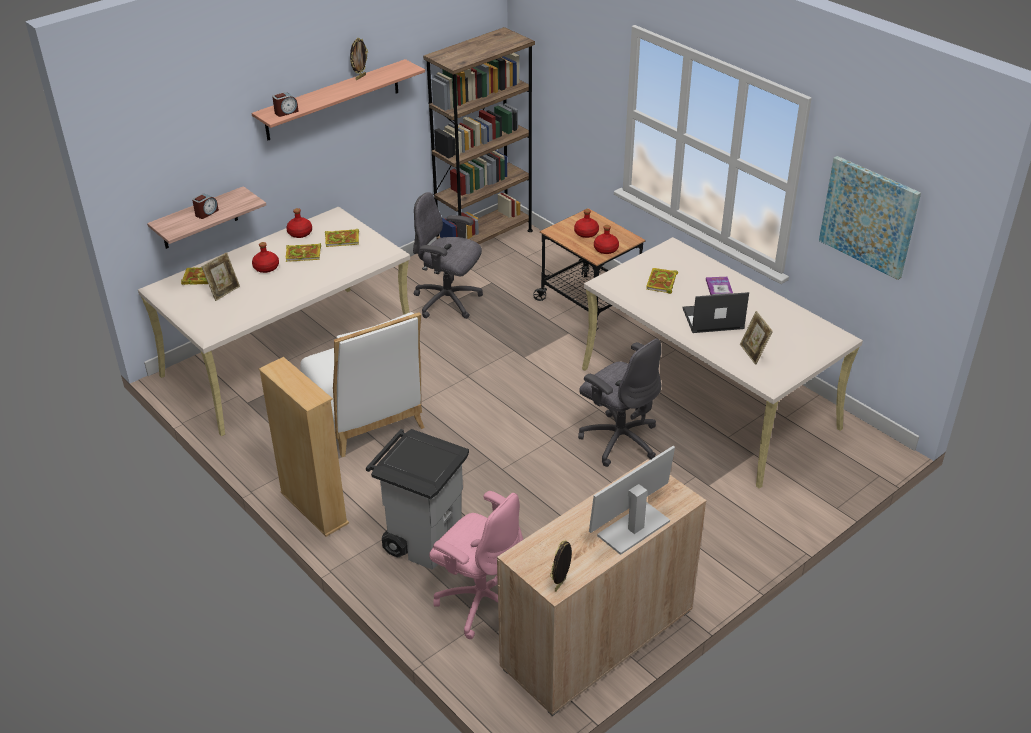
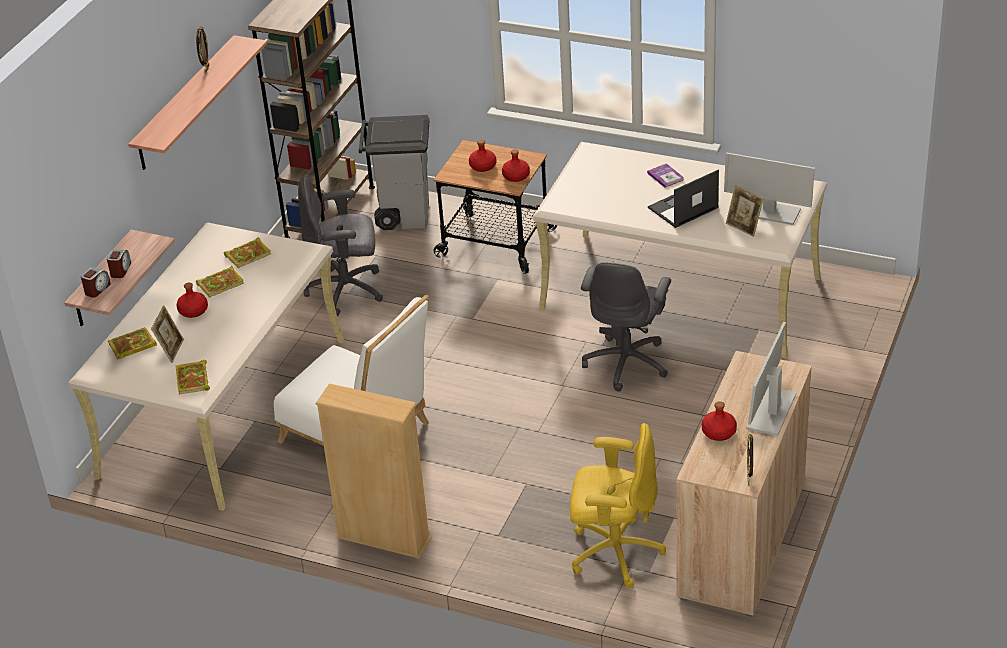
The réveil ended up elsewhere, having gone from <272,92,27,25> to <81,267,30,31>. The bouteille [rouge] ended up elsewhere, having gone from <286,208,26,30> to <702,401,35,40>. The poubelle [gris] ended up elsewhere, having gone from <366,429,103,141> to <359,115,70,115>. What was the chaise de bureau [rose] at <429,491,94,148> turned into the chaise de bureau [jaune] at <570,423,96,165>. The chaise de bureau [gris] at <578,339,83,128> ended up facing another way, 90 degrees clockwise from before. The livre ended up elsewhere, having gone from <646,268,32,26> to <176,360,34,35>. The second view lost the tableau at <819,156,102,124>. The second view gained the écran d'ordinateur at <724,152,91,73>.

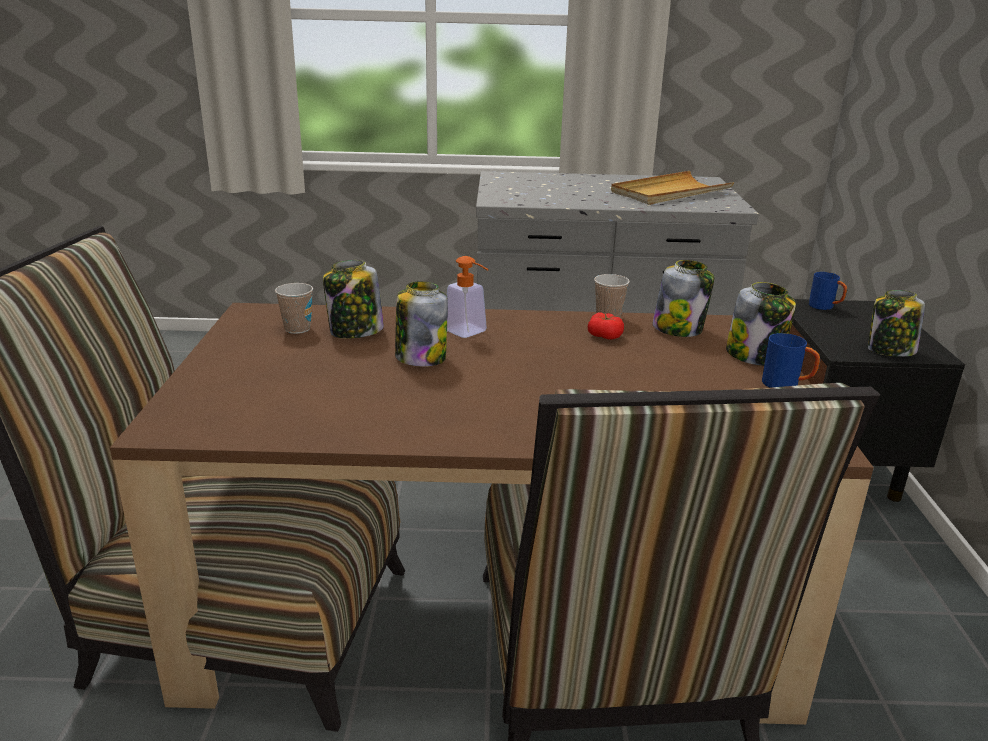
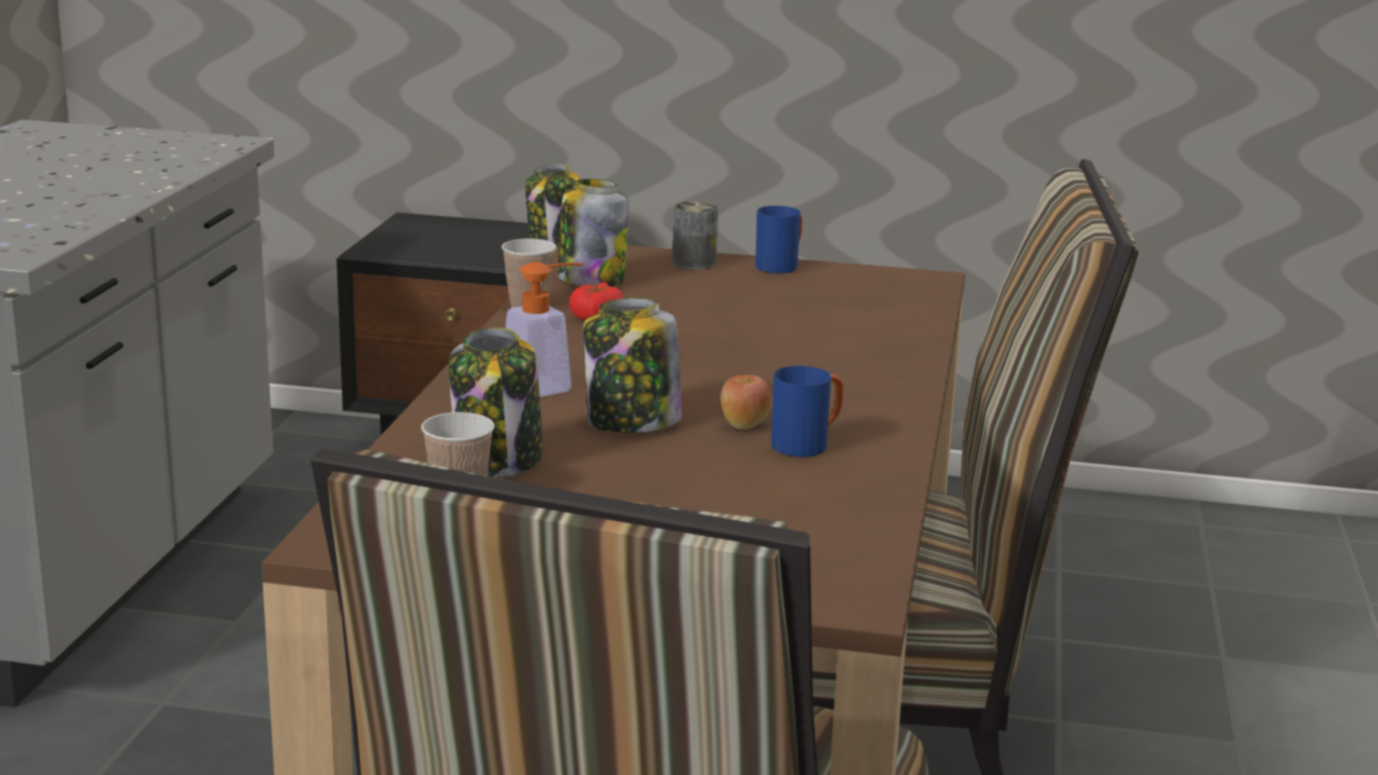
The second view lost the plateau [beige] at <611,171,123,34>. Where the bocal stood at <726,282,70,84>, the boîte métallique came to stand at <672,201,46,69>. The mug [bleu] ended up elsewhere, having gone from <809,272,38,38> to <771,366,72,91>. The second view gained the pomme at <721,375,50,55>.

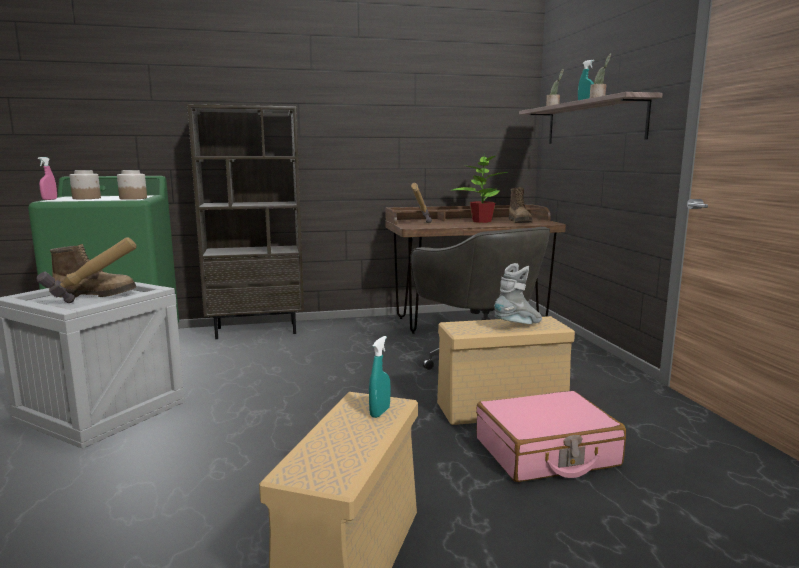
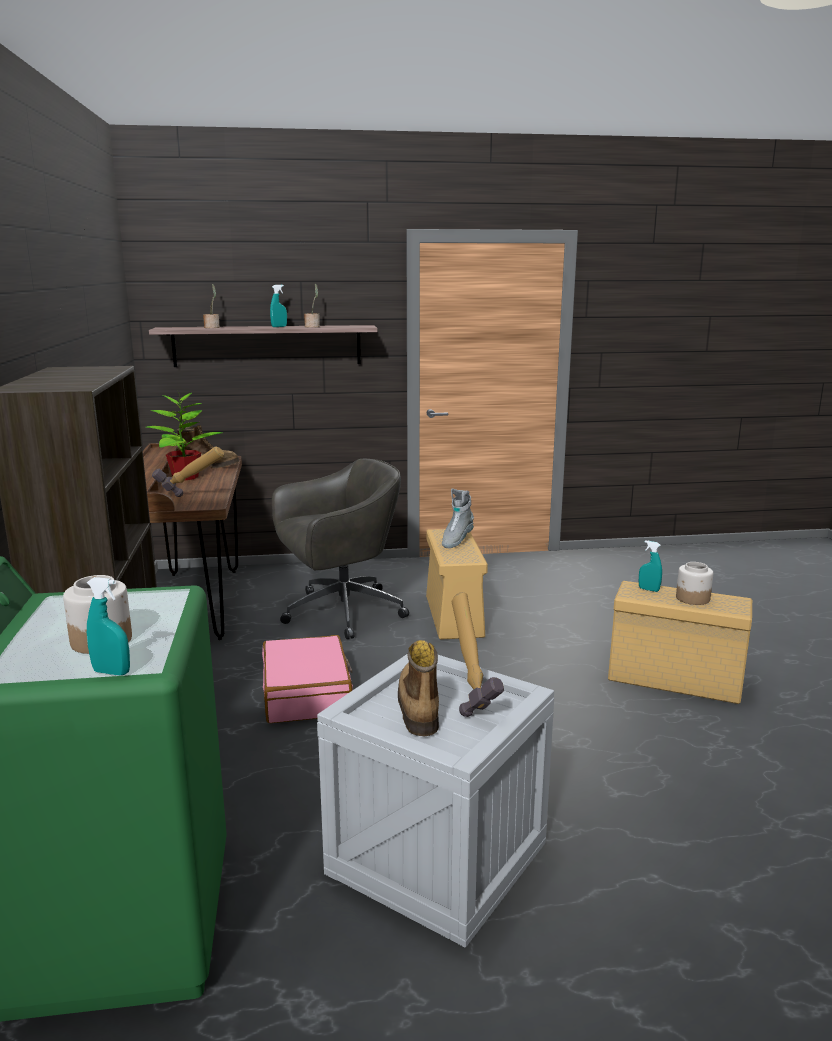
What was the vaporisateur [rose] at <38,157,19,43> turned into the vaporisateur [turquoise] at <87,577,43,99>. The bocal ended up elsewhere, having gone from <117,170,30,30> to <676,562,37,43>. The valise [rose] ended up elsewhere, having gone from <476,391,150,91> to <262,635,91,88>. The botte [gris] at <494,263,48,61> ended up facing another way, 120 degrees counterclockwise from before.

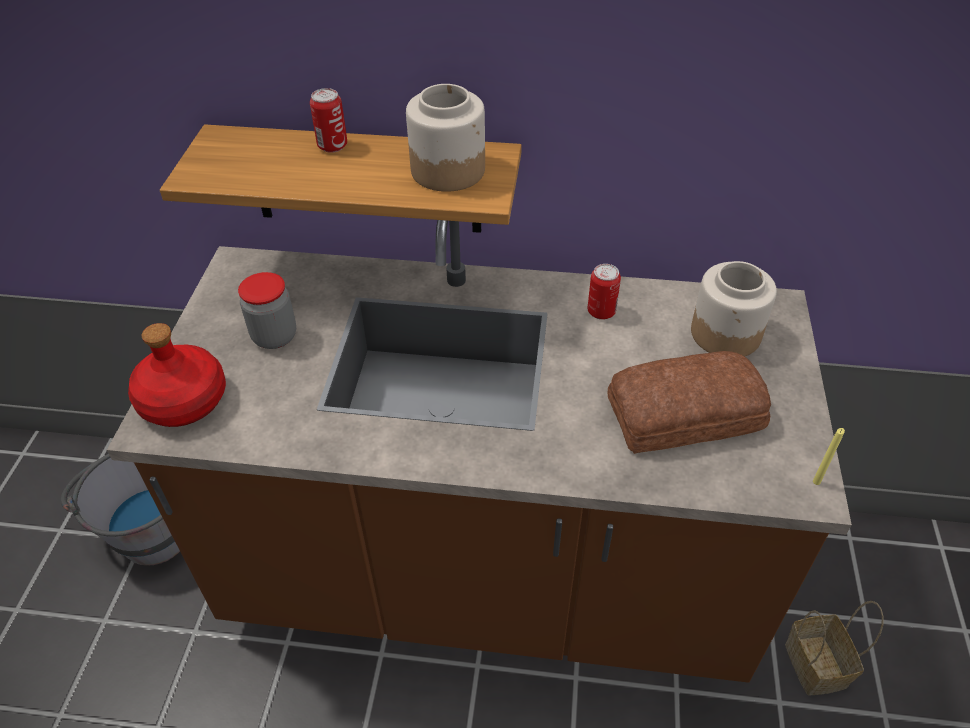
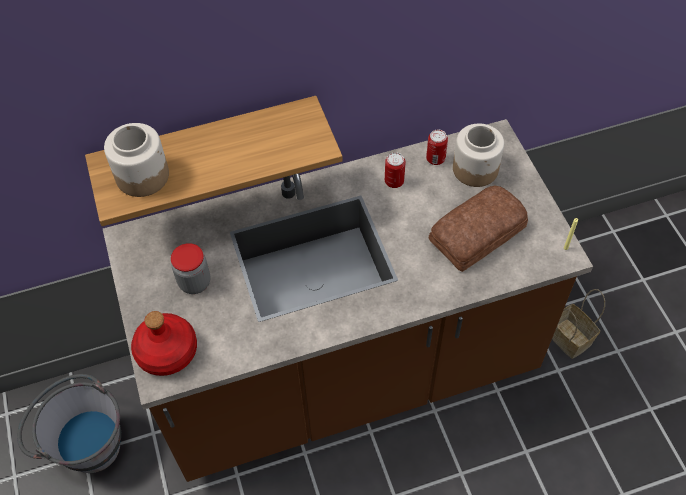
The boîte métallique ended up elsewhere, having gone from <310,88,37,65> to <426,130,22,35>. The bocal ended up elsewhere, having gone from <406,84,79,108> to <104,123,65,74>.

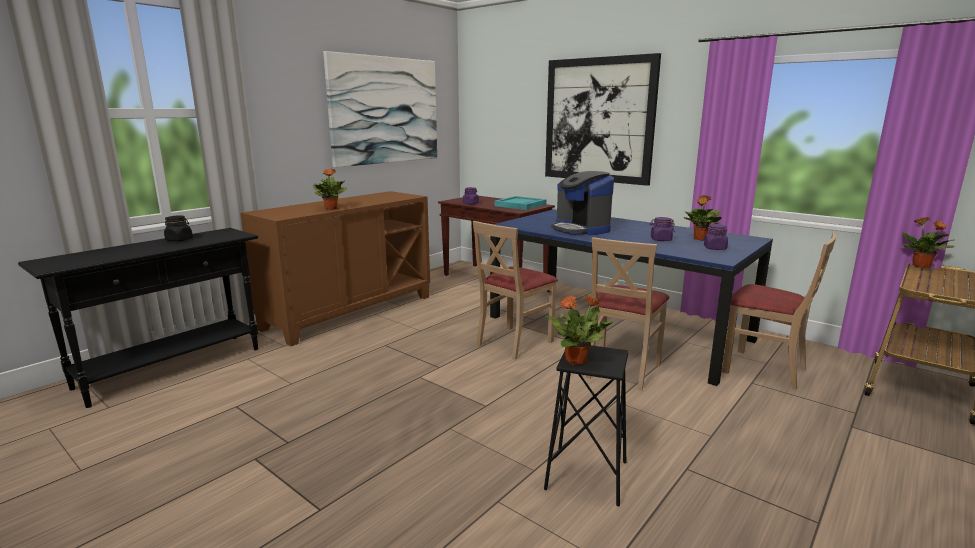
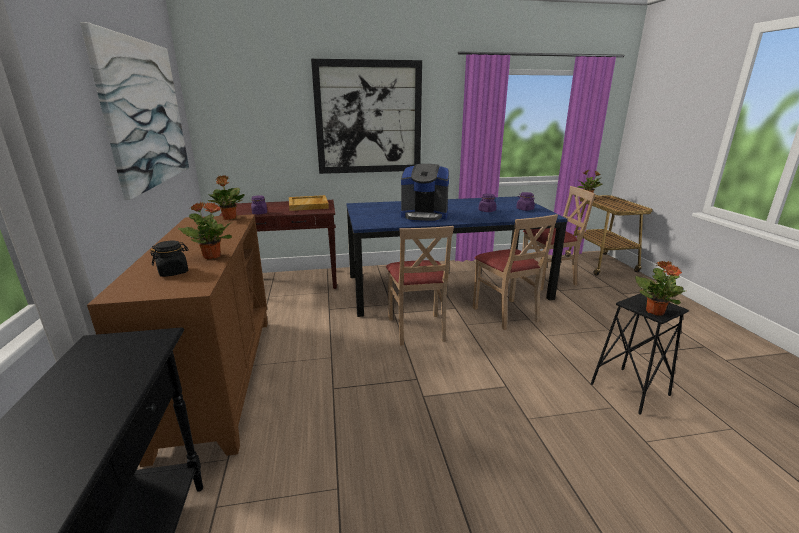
The bocal [noir] ended up elsewhere, having gone from <164,215,29,26> to <150,241,39,36>. What was the plateau [turquoise] at <494,196,53,14> turned into the plateau [beige] at <289,195,40,16>. The plante en pot ended up elsewhere, having gone from <684,195,38,46> to <208,175,37,45>.

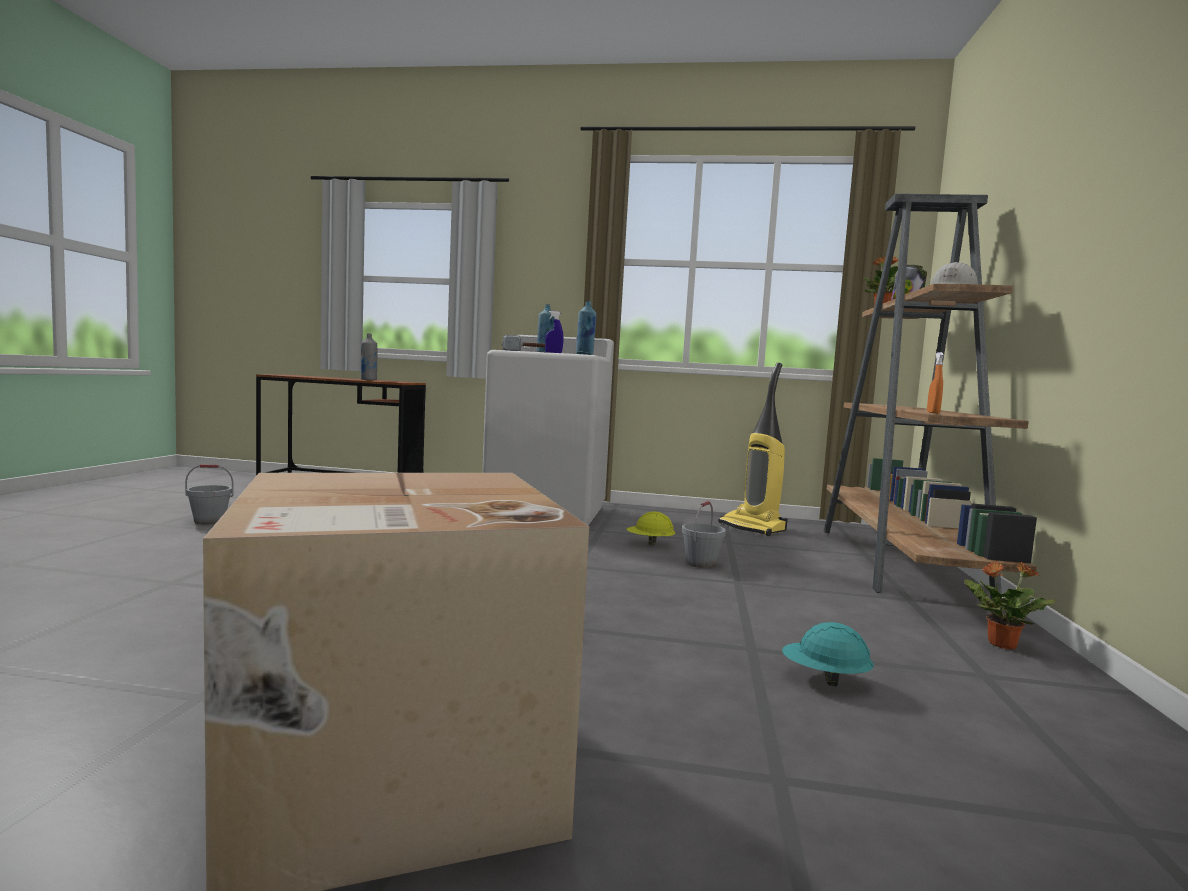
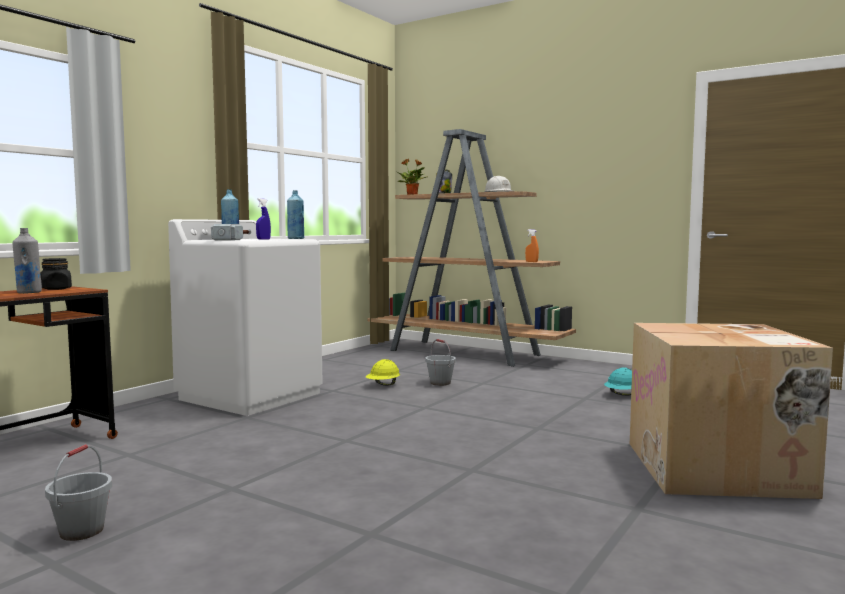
The second view lost the aspirateur at <718,363,70,173>. The second view lost the plante en pot at <964,562,92,88>. The second view gained the bocal [noir] at <40,258,32,32>.

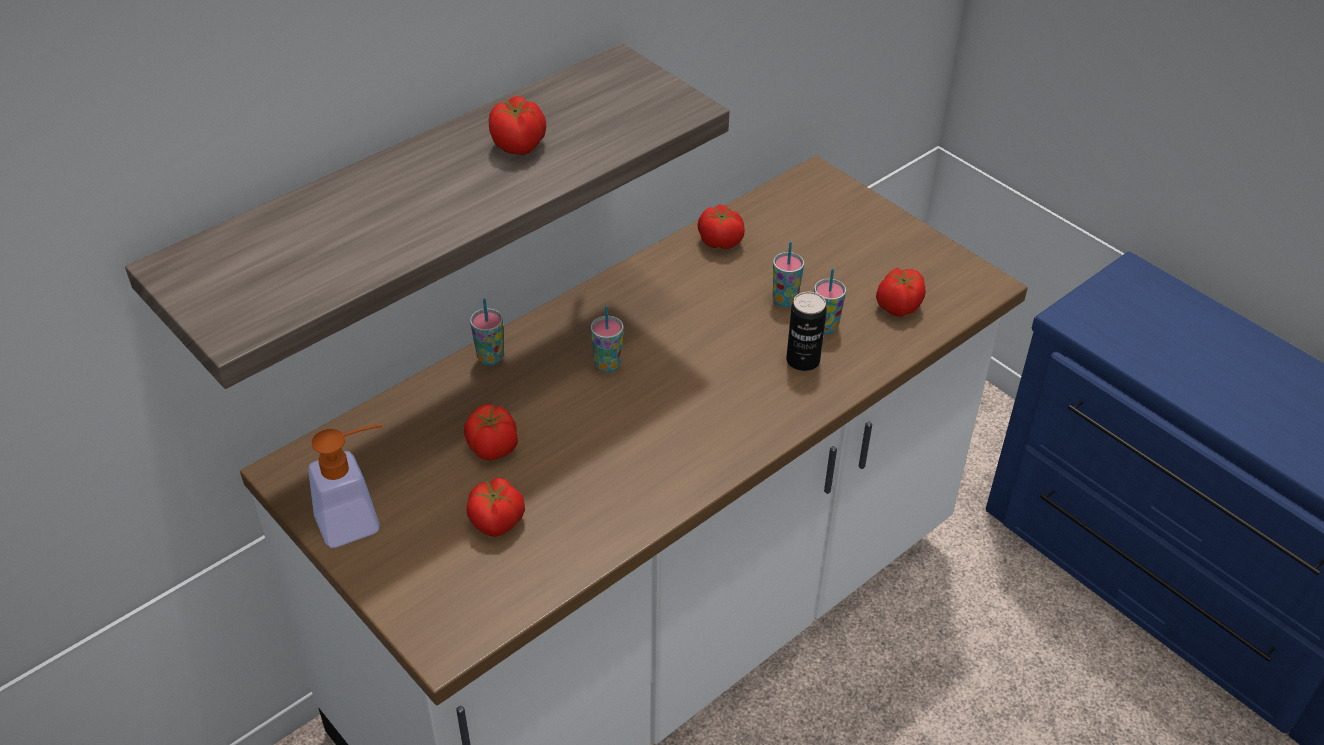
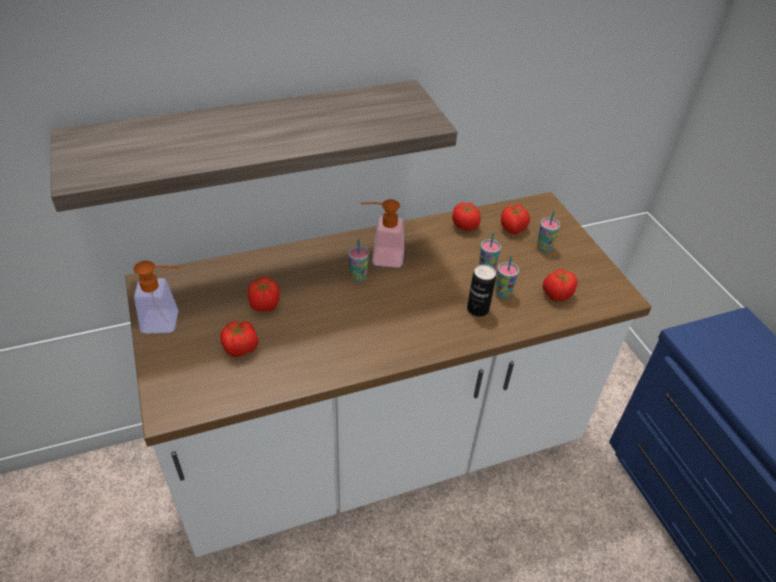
The tasse ended up elsewhere, having gone from <470,298,34,67> to <537,211,23,41>. The tomate ended up elsewhere, having gone from <488,96,58,59> to <501,204,29,30>. The second view gained the distributeur de savon at <361,199,43,69>.

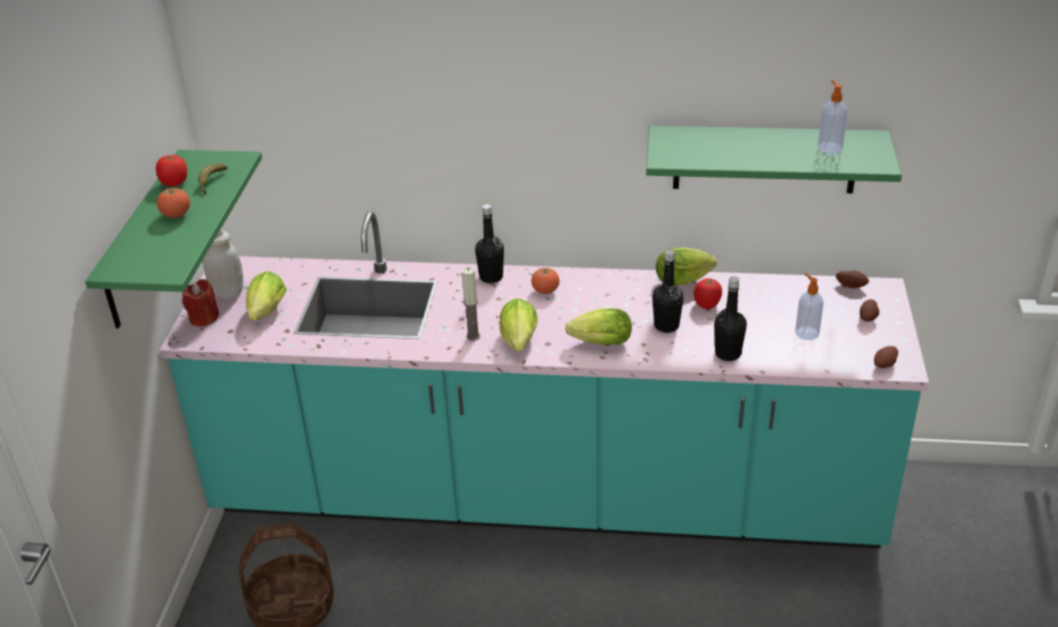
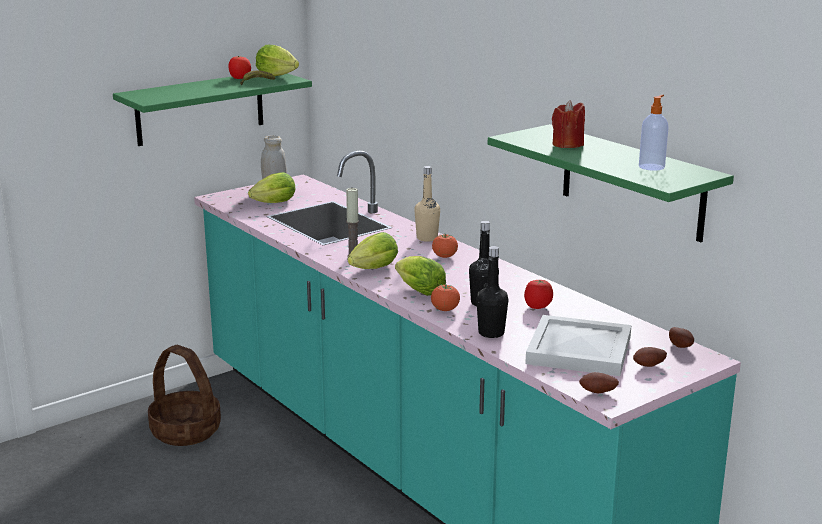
The tomate ended up elsewhere, having gone from <157,187,33,31> to <431,284,29,27>. The bougie [rouge] ended up elsewhere, having gone from <182,279,37,48> to <552,100,33,48>. What was the bouteille [noir] at <475,204,29,79> turned into the bouteille [beige] at <414,166,26,76>. The laitue ended up elsewhere, having gone from <656,248,61,38> to <256,45,43,31>. Where the distributeur de savon stood at <795,273,29,67>, the plateau [blanc] came to stand at <525,315,106,61>.

